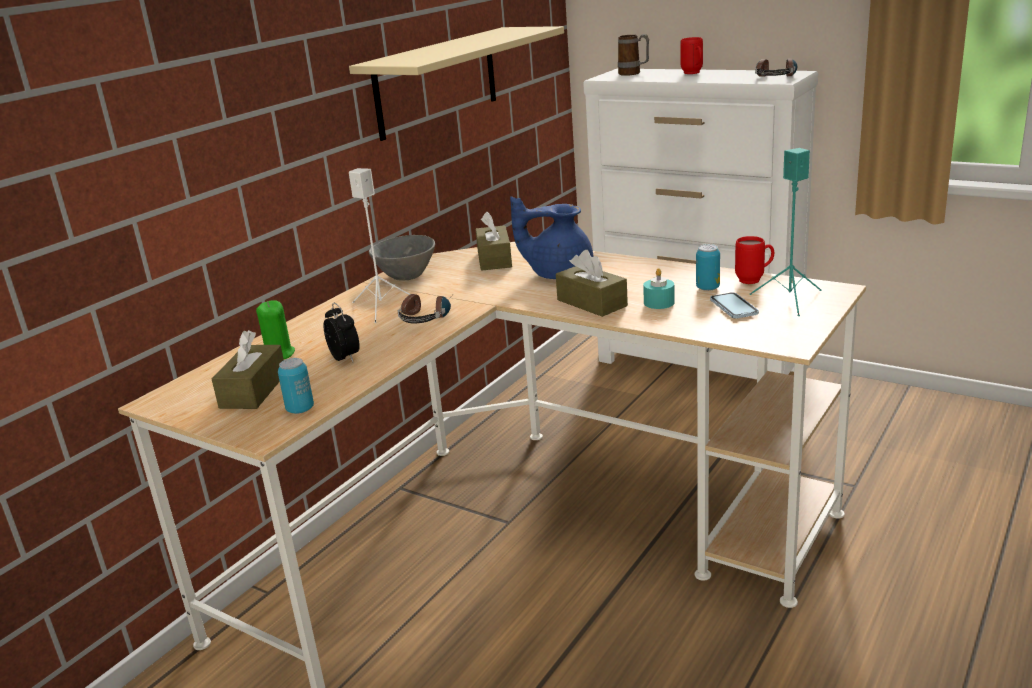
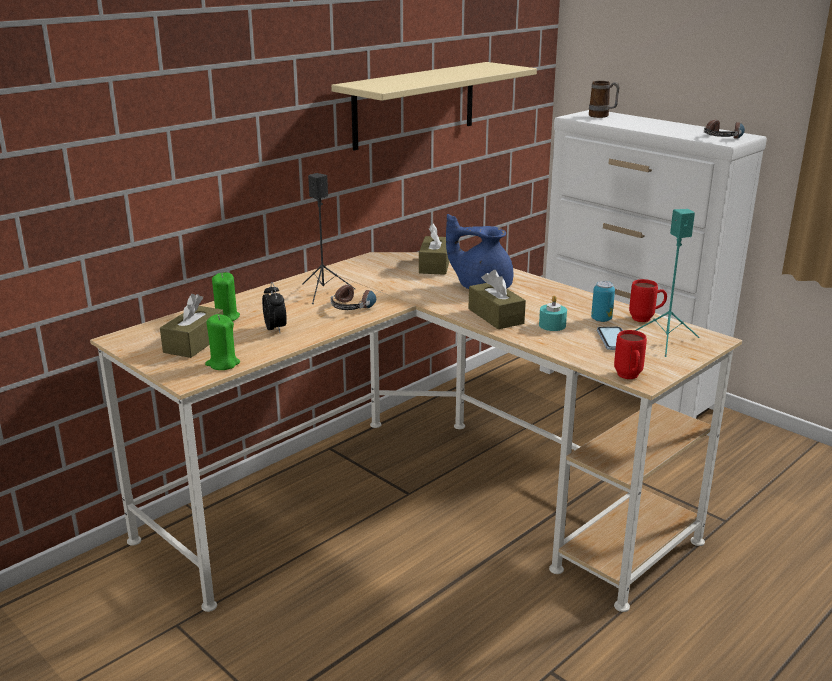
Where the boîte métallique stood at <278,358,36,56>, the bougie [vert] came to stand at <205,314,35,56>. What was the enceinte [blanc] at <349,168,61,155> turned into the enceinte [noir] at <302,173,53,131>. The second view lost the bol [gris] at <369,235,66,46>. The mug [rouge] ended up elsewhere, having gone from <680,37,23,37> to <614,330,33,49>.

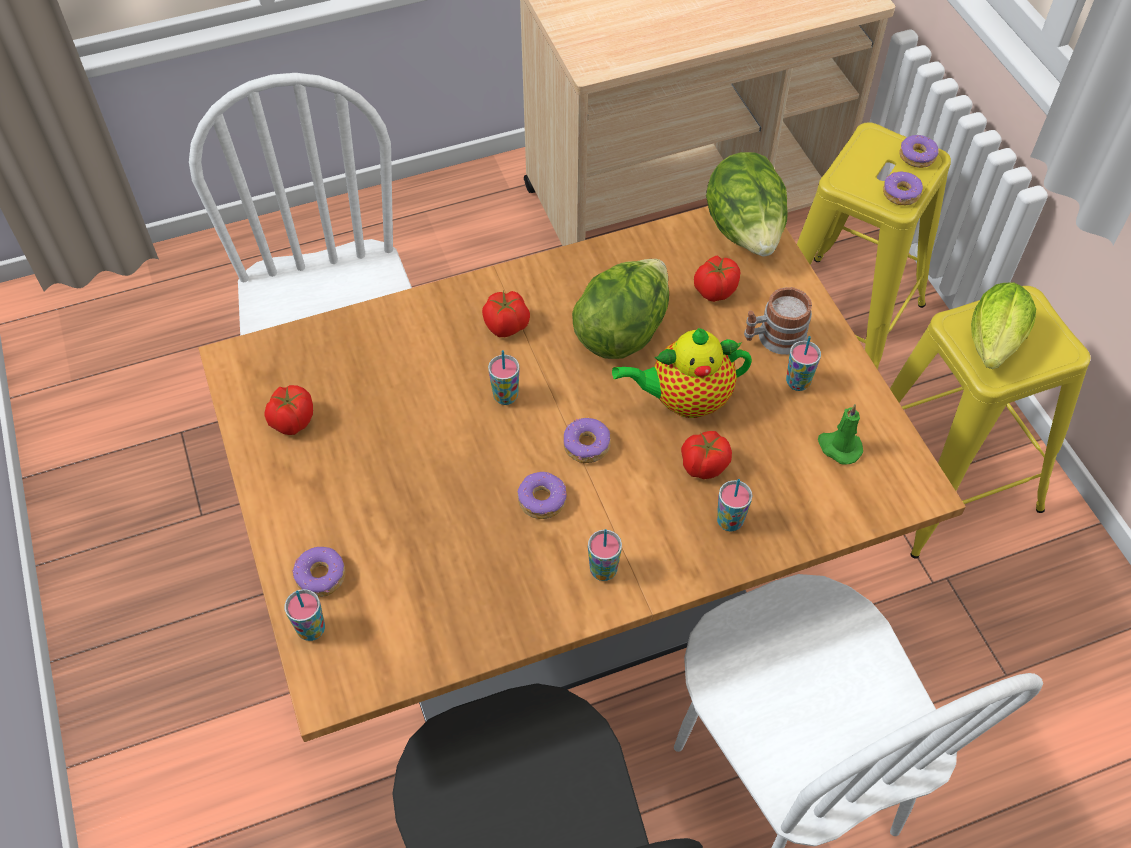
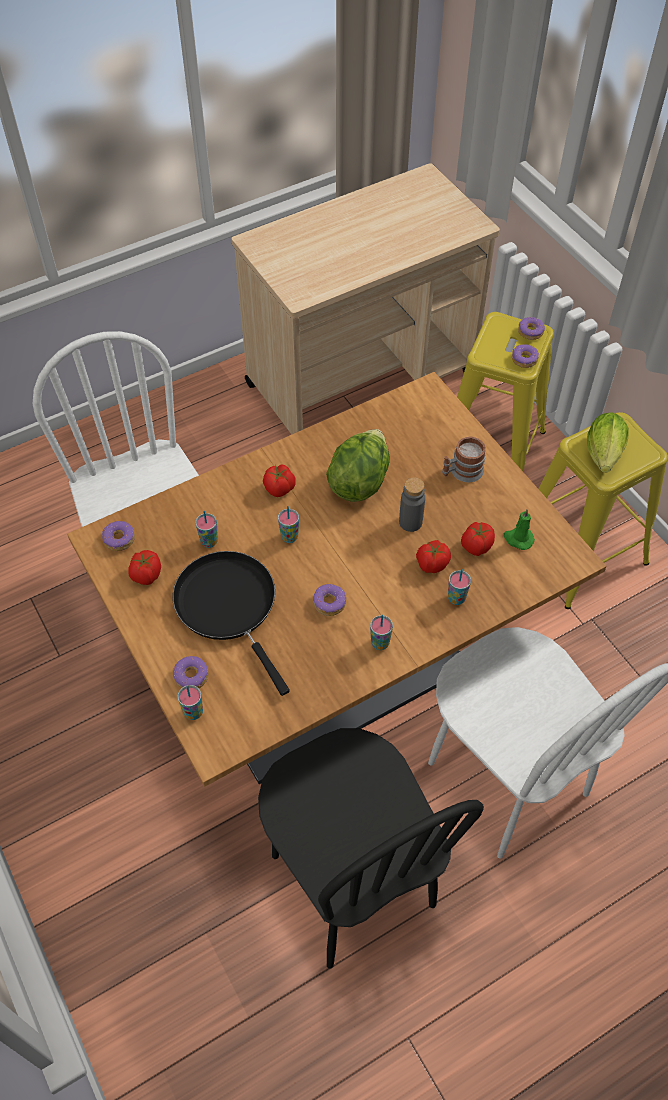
The beignet ended up elsewhere, having gone from <564,418,47,45> to <102,521,33,30>. Where the théière stood at <612,328,140,90>, the bouteille [gris] came to stand at <399,478,26,54>. The tomate ended up elsewhere, having gone from <694,255,46,47> to <461,522,34,34>. The second view lost the laitue at <706,152,82,104>. The tasse ended up elsewhere, having gone from <786,336,35,55> to <195,511,23,37>. The second view gained the poêle [noir] at <173,551,117,145>.

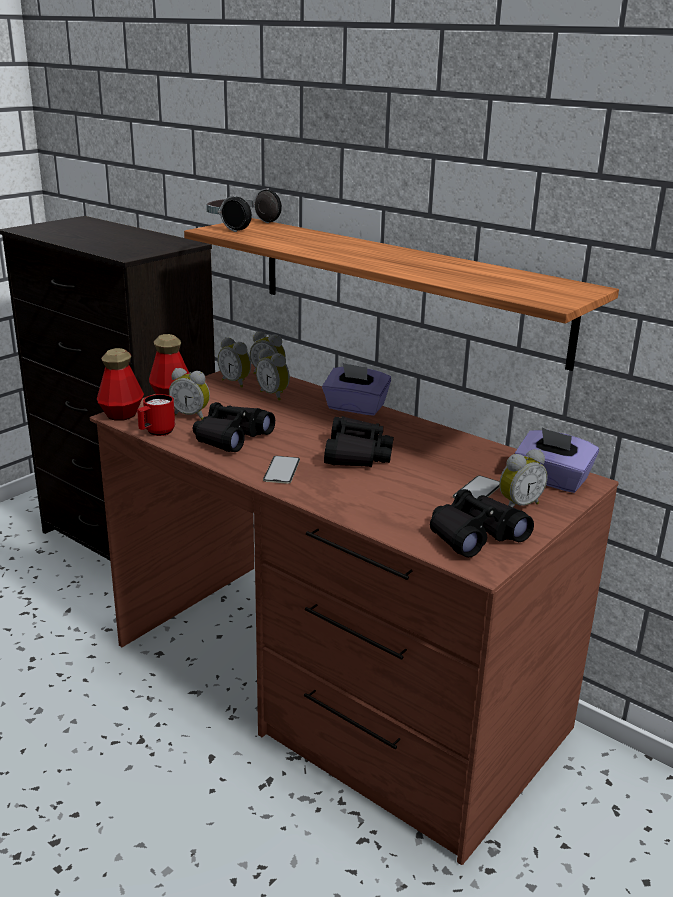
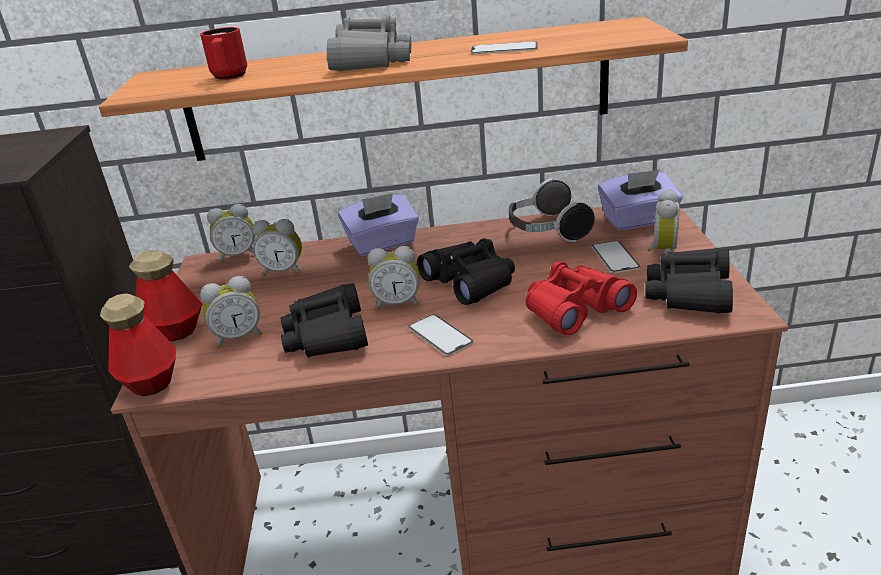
The mug [rouge] ended up elsewhere, having gone from <137,394,38,42> to <200,27,47,53>. The casque audio ended up elsewhere, having gone from <206,188,76,44> to <509,178,86,64>. The réveil ended up elsewhere, having gone from <218,337,33,51> to <368,246,52,64>. The second view gained the jumelles [gris] at <327,15,84,56>. The second view gained the téléphone at <471,41,67,14>. The second view gained the jumelles [rouge] at <525,261,112,74>.

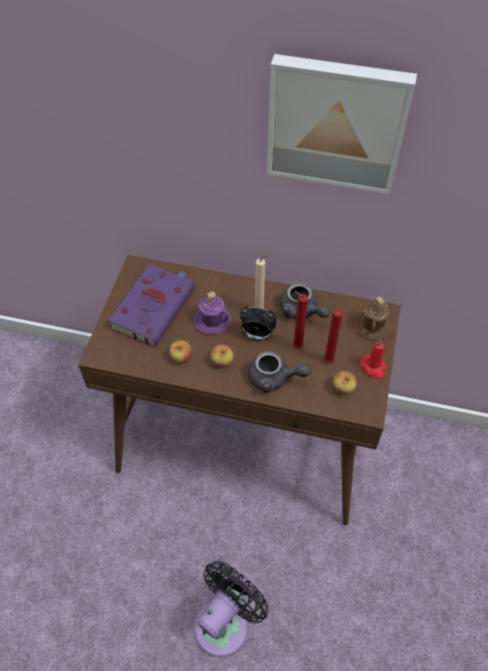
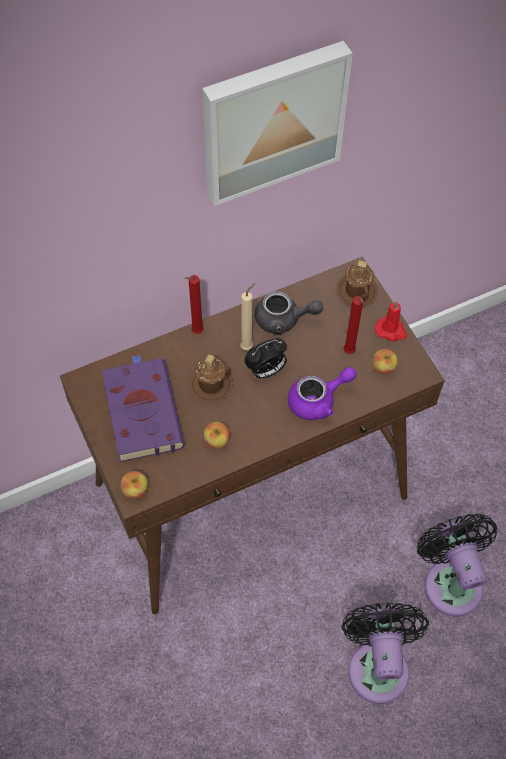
What was the mug [violet] at <194,291,37,43> turned into the mug [marron] at <189,355,44,48>. The pomme ended up elsewhere, having gone from <211,345,23,23> to <121,471,27,27>. What was the théière [gris] at <248,351,63,41> turned into the théière [violet] at <288,367,69,53>. The bougie [rouge] ended up elsewhere, having gone from <293,291,15,58> to <184,275,20,59>. The second view gained the ventilateur [noir] at <417,514,80,102>.

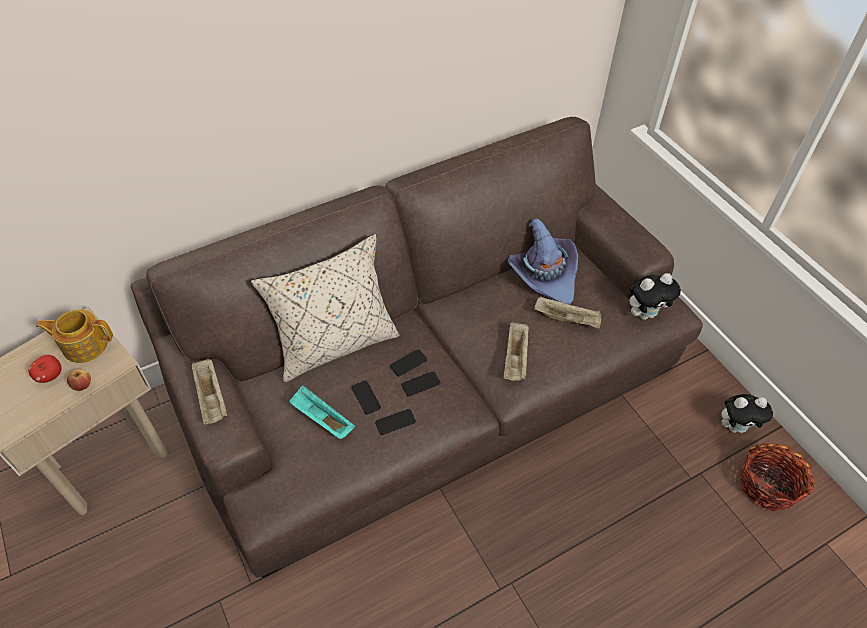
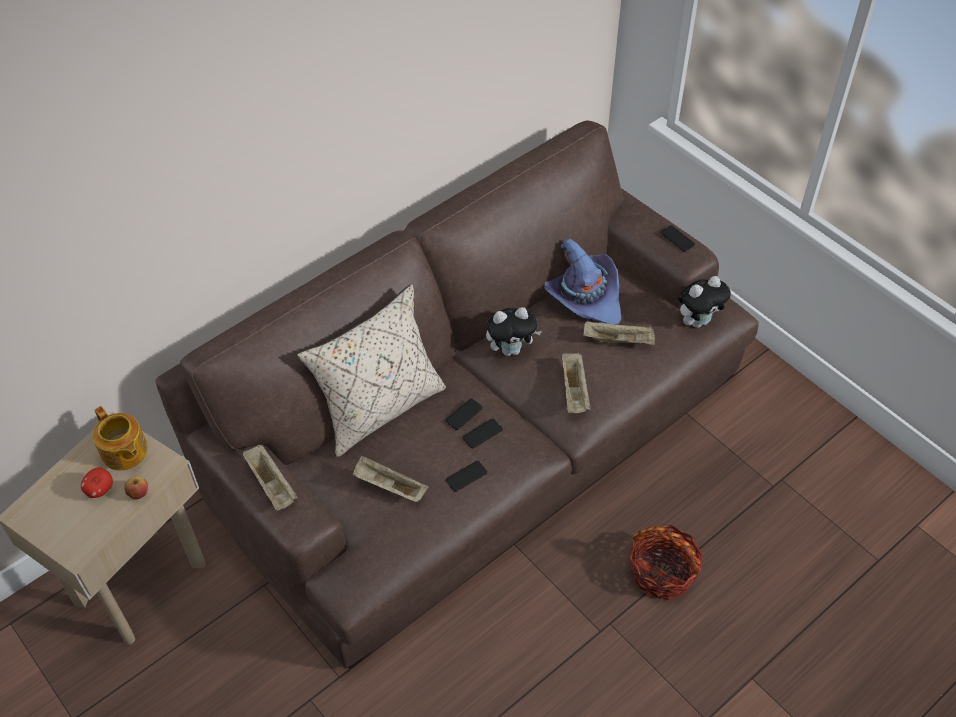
The théière at <36,309,77,54> ended up facing another way, 120 degrees counterclockwise from before. What was the plateau [turquoise] at <289,385,66,54> turned into the plateau [beige] at <352,455,76,47>. The téléphone ended up elsewhere, having gone from <352,380,29,35> to <660,225,35,27>. The peluche ended up elsewhere, having gone from <721,394,52,39> to <486,307,56,49>. The panier ended up elsewhere, having gone from <740,443,75,69> to <629,525,74,75>.

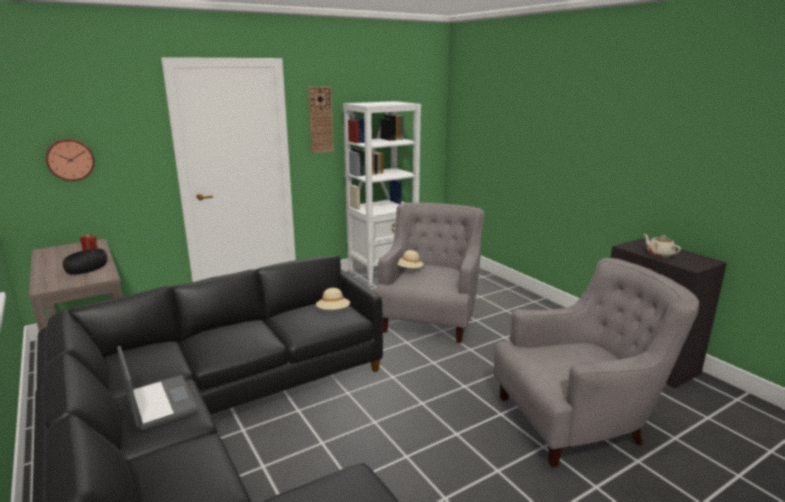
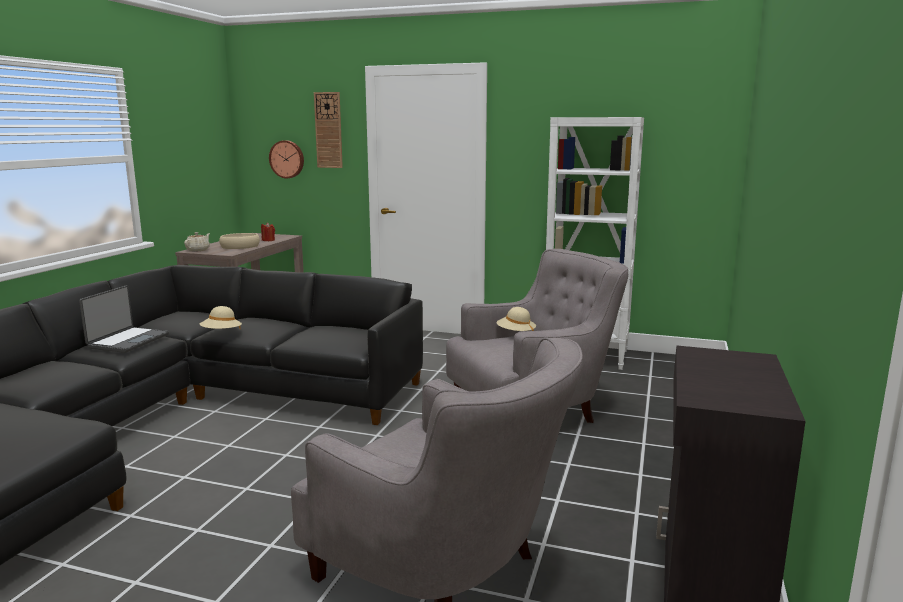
What was the bol [noir] at <63,249,44,26> turned into the bol [beige] at <219,233,41,16>. The horloge murale ended up elsewhere, having gone from <308,86,26,67> to <314,92,29,76>. The chapeau [beige] ended up elsewhere, having gone from <316,288,34,22> to <200,306,42,23>. The théière [beige] ended up elsewhere, having gone from <644,234,37,23> to <184,232,26,19>.

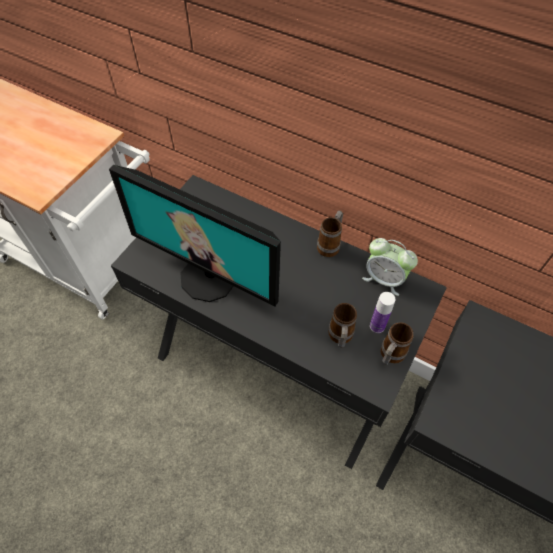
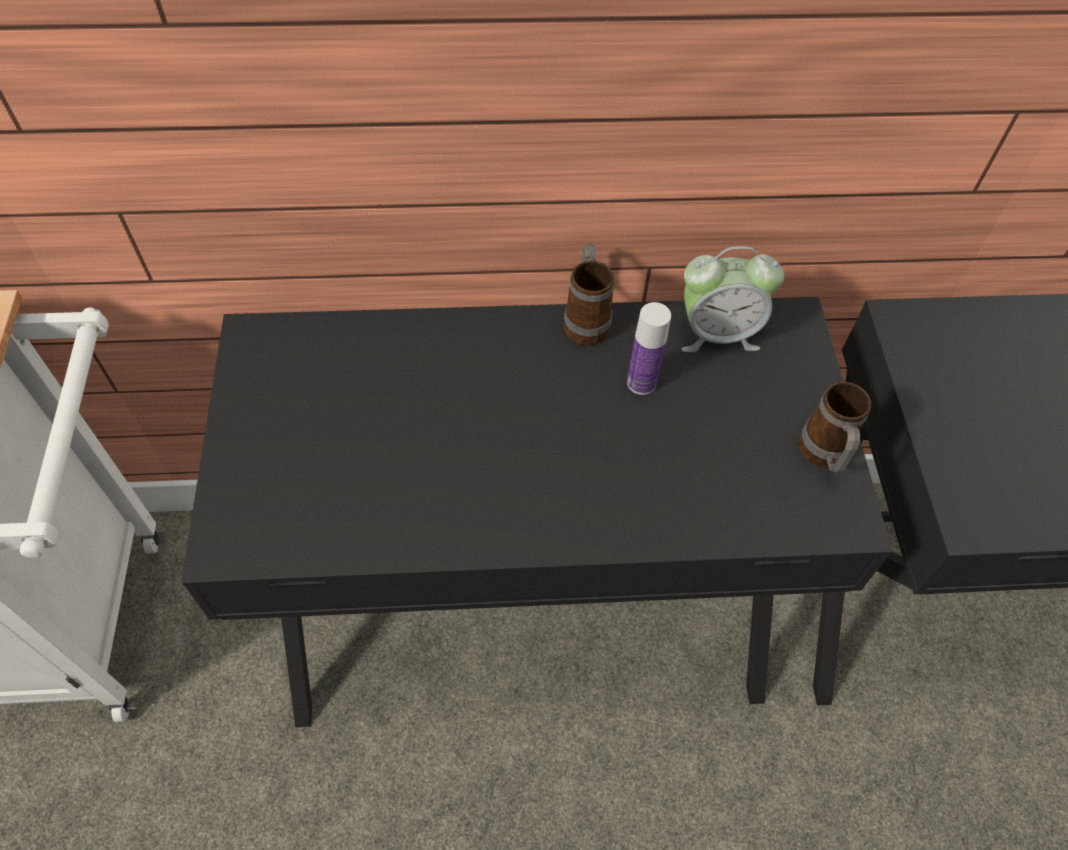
The second view lost the écran d'ordinateur at <109,165,172,142>. The second view lost the mug at <328,303,29,45>. The bouteille ended up elsewhere, having gone from <370,292,25,41> to <627,302,44,93>.

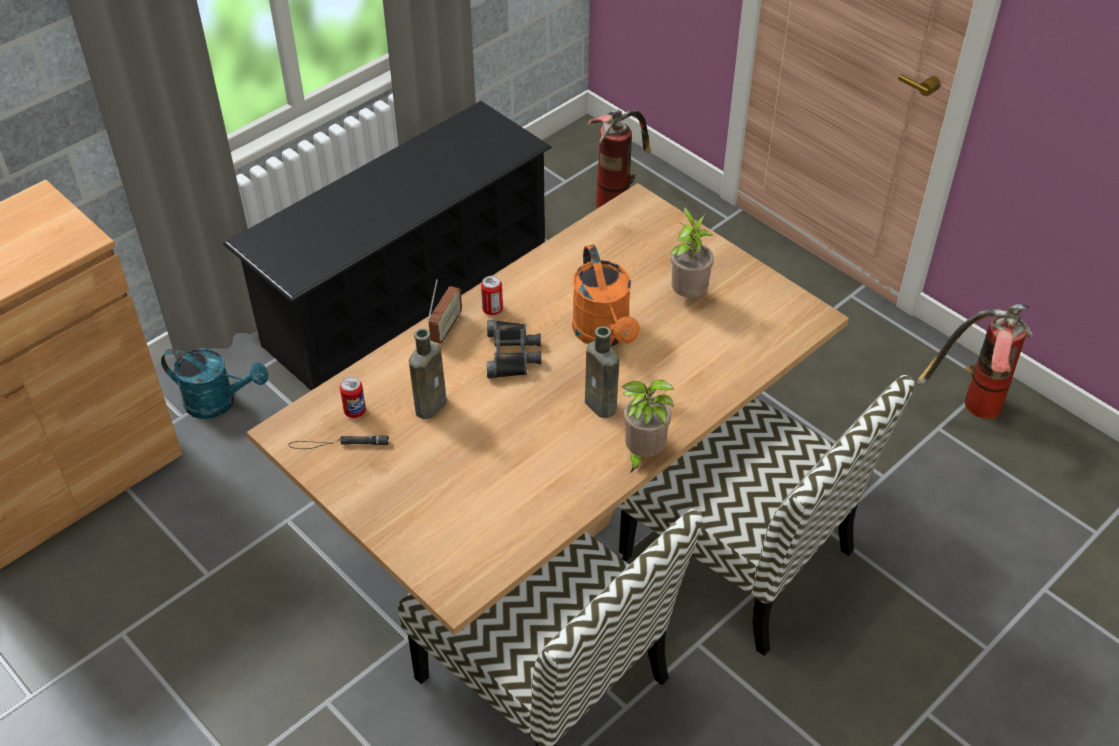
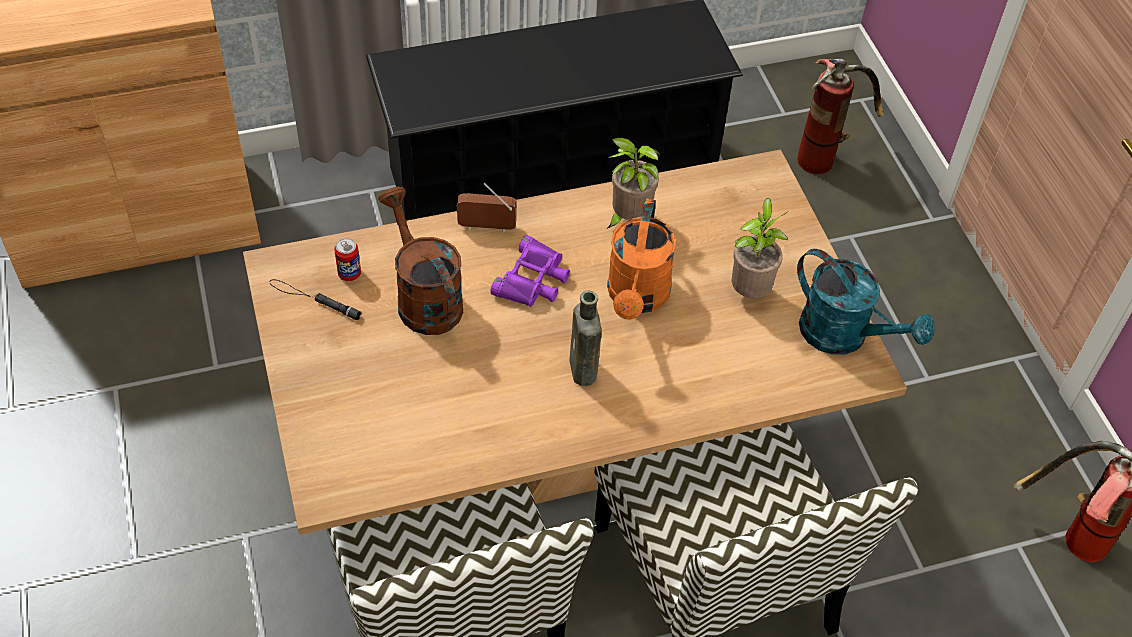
The arrosoir [turquoise] ended up elsewhere, having gone from <161,348,107,71> to <797,249,138,106>. Where the bouteille [marron] stood at <409,328,38,91>, the arrosoir [marron] came to stand at <378,187,85,148>. The radio at <428,279,34,65> ended up facing another way, 135 degrees counterclockwise from before. The second view lost the boîte métallique at <481,276,22,39>. What was the jumelles [noir] at <487,320,54,58> turned into the jumelles [violet] at <490,235,80,72>. The plante en pot ended up elsewhere, having gone from <622,380,52,93> to <607,138,53,90>.

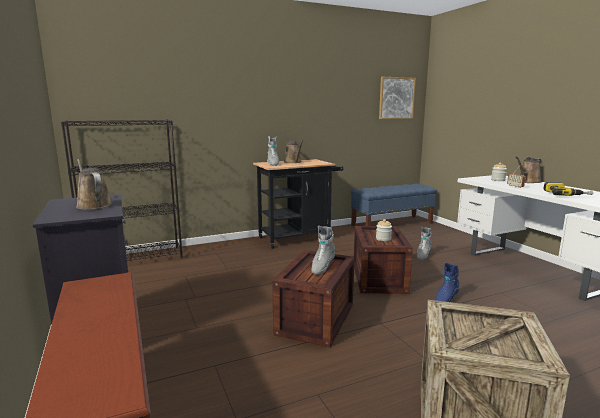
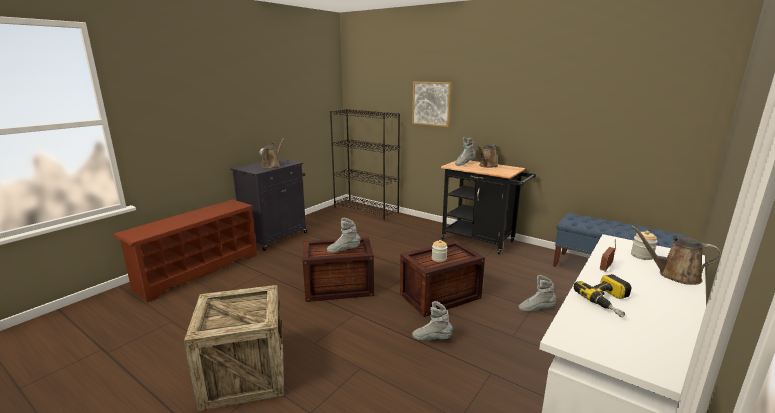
The tableau ended up elsewhere, having gone from <379,77,37,42> to <412,82,40,45>. What was the botte [bleu] at <435,263,24,39> turned into the botte [gris] at <412,301,41,39>.

